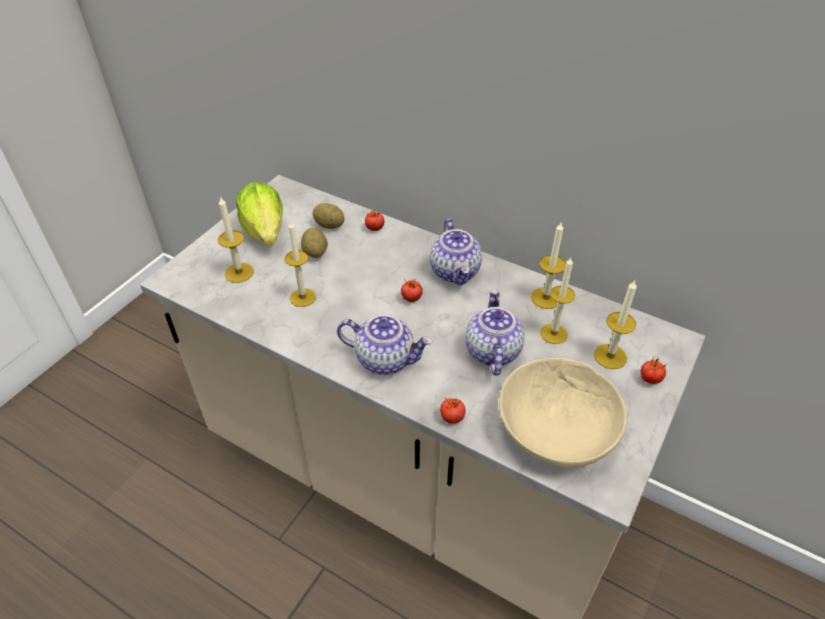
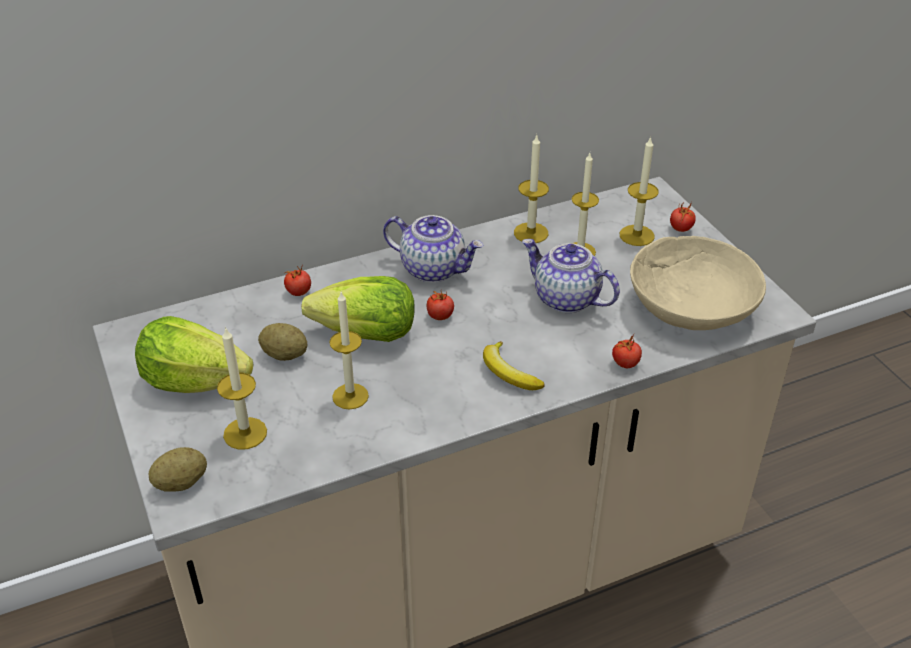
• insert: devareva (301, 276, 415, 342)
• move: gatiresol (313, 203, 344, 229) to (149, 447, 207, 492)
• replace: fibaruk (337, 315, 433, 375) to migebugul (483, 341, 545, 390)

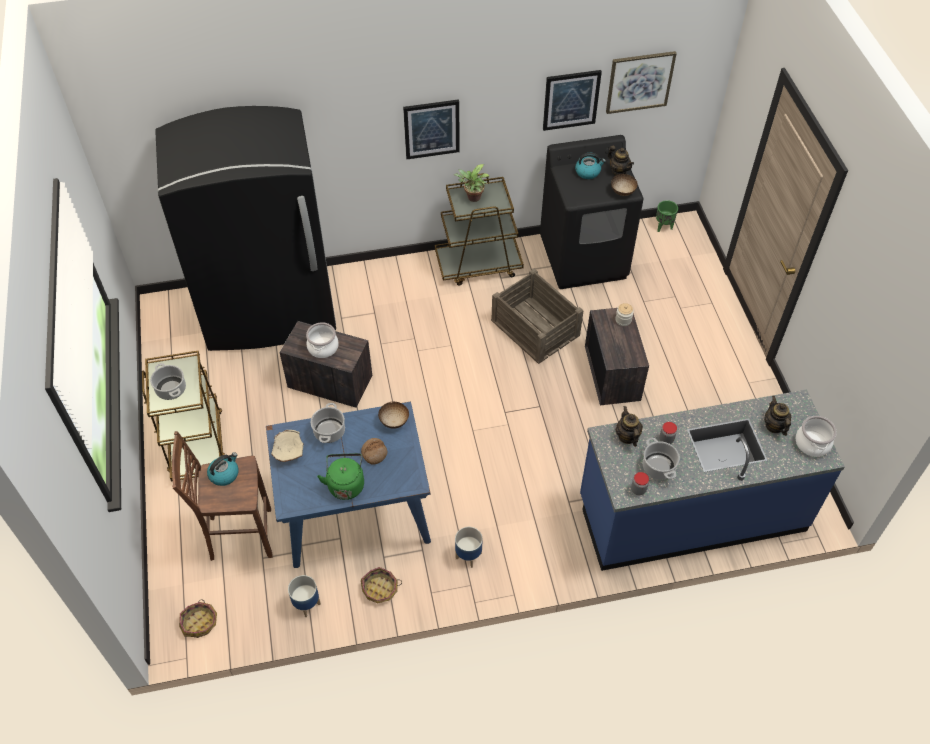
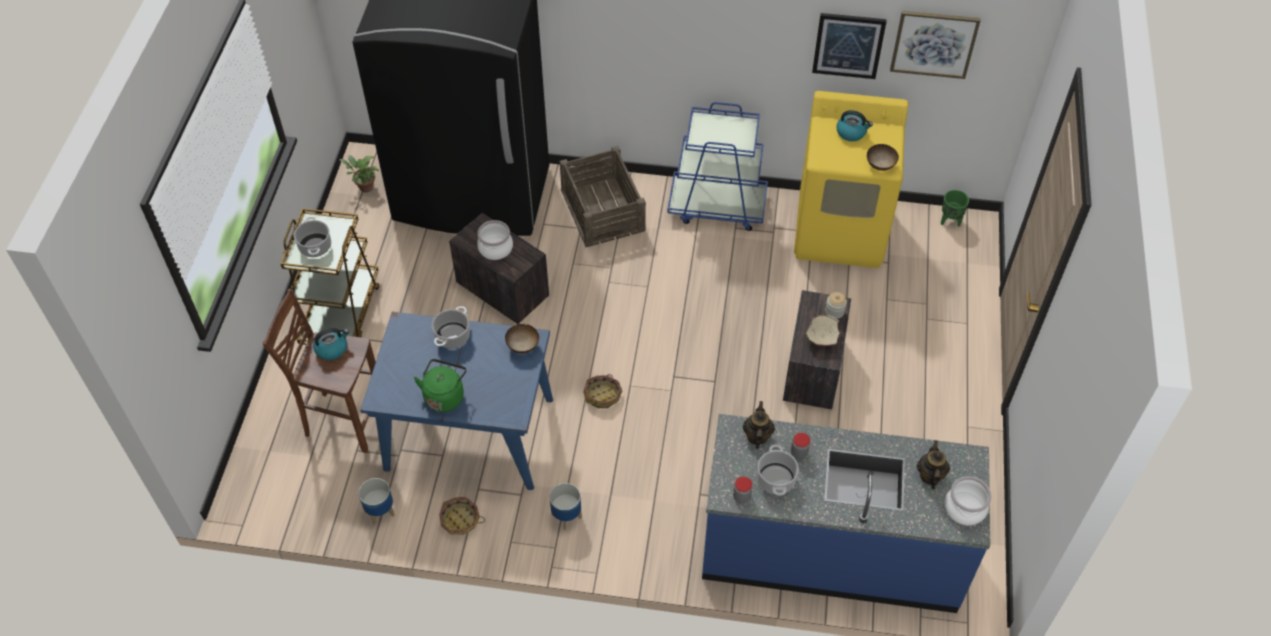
• delete: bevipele (361, 438, 388, 465)
• delete: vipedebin (403, 99, 460, 159)
• delete: fibaruk (608, 146, 634, 175)
• move: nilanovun (179, 599, 217, 638) to (583, 374, 622, 408)
• move: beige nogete (271, 430, 304, 462) to (806, 315, 840, 346)
• move: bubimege (454, 164, 489, 202) to (339, 155, 379, 192)
• move: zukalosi (491, 269, 584, 364) to (560, 146, 646, 247)
• recolor: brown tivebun (435, 173, 524, 286) to blue tivebun (667, 102, 768, 231)
• recolor: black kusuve (540, 135, 643, 289) to yellow kusuve (794, 91, 908, 268)

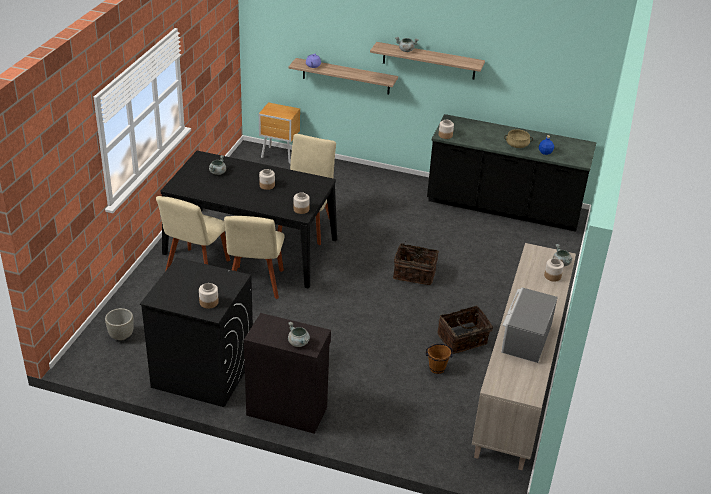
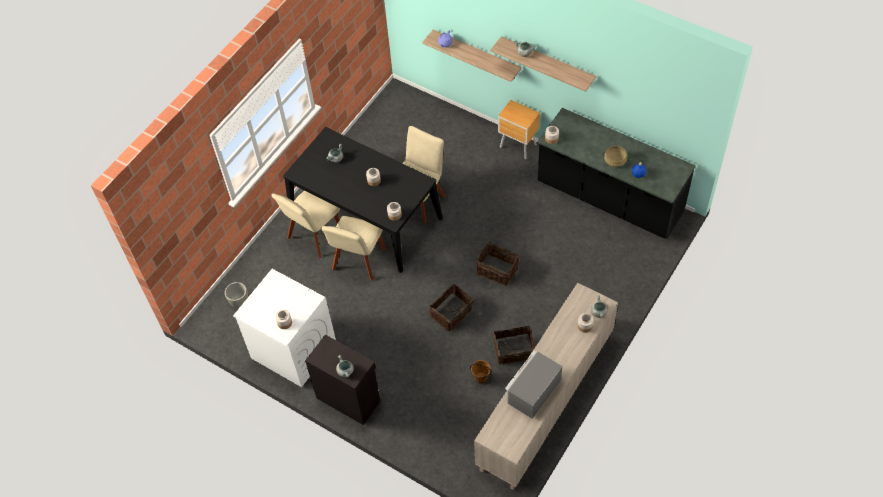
• insert: nilanovun (429, 284, 478, 331)
• move: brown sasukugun (259, 102, 300, 164) to (498, 100, 540, 159)
• recolor: black kusuve (140, 257, 253, 407) to white kusuve (233, 269, 336, 387)

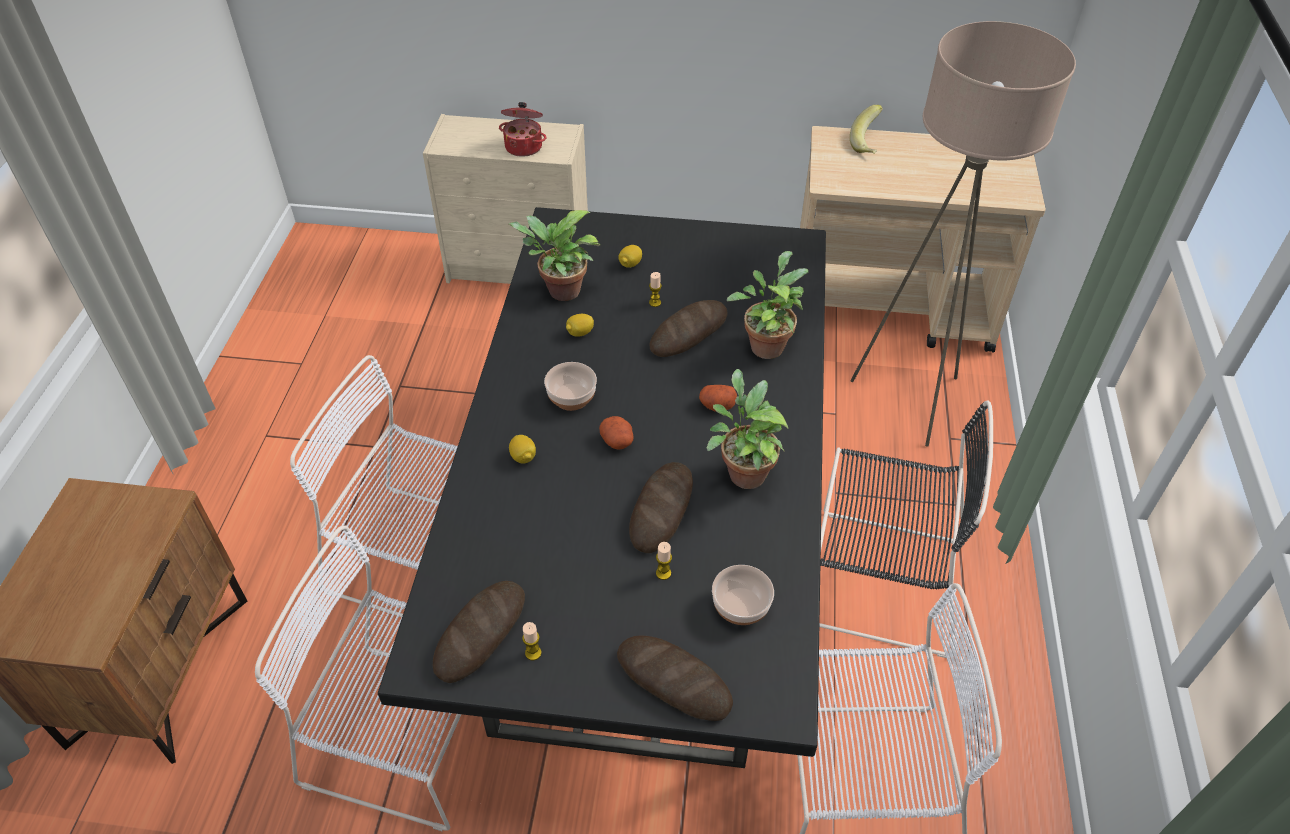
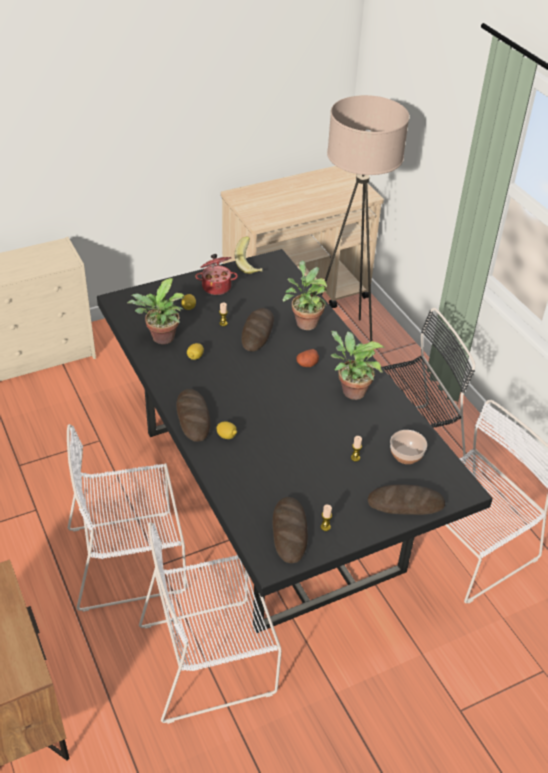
• delete: nogete (544, 362, 597, 411)
• delete: gatiresol (599, 416, 633, 450)
• move: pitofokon (499, 102, 546, 157) to (195, 254, 238, 295)
• move: bevipele (629, 462, 693, 553) to (176, 389, 210, 442)
• move: migebugul (850, 105, 883, 154) to (235, 236, 263, 274)

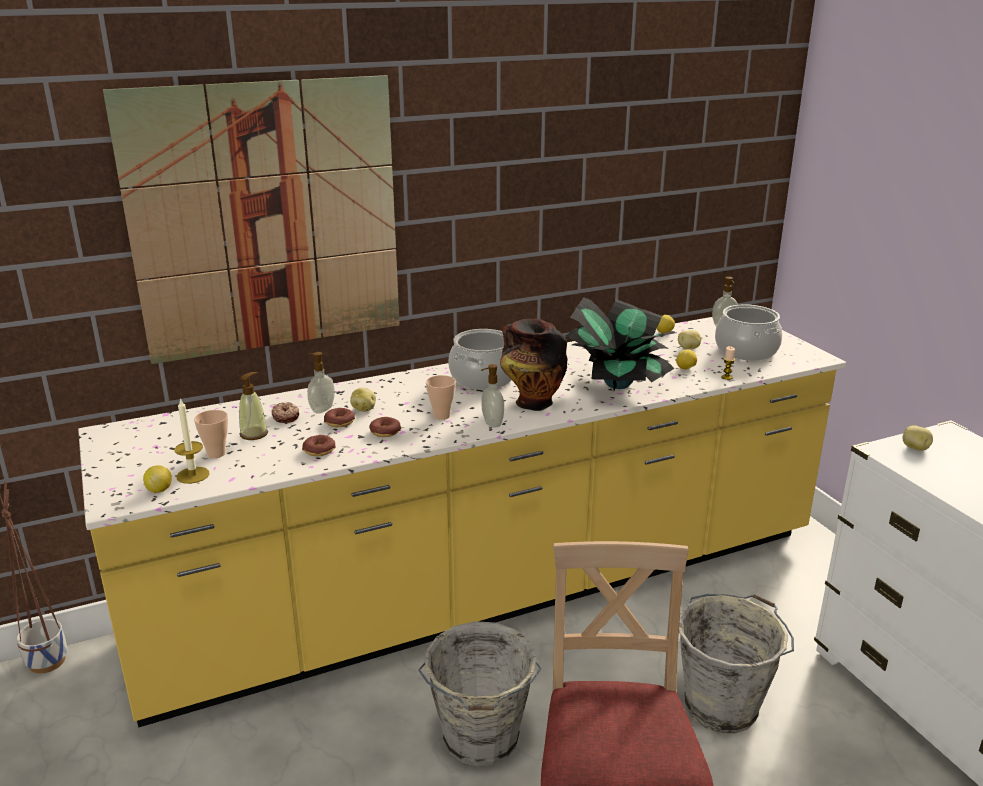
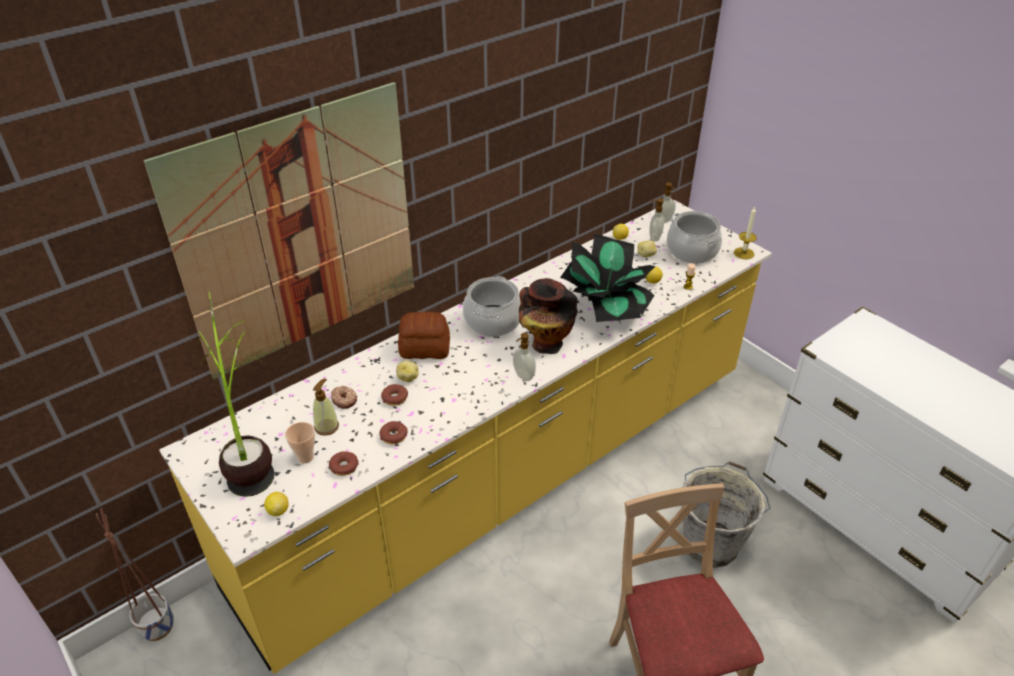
• delete: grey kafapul (418, 621, 541, 767)
• delete: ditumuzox (426, 375, 456, 420)
• delete: gatiresol (902, 425, 933, 451)
• insert: bubimege (198, 292, 275, 497)
• insert: bevipele (398, 312, 450, 359)
• move: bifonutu (174, 398, 210, 484) to (734, 206, 757, 259)
• move: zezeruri (307, 352, 335, 414) to (649, 199, 664, 242)
• move: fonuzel (369, 417, 401, 437) to (329, 451, 359, 476)

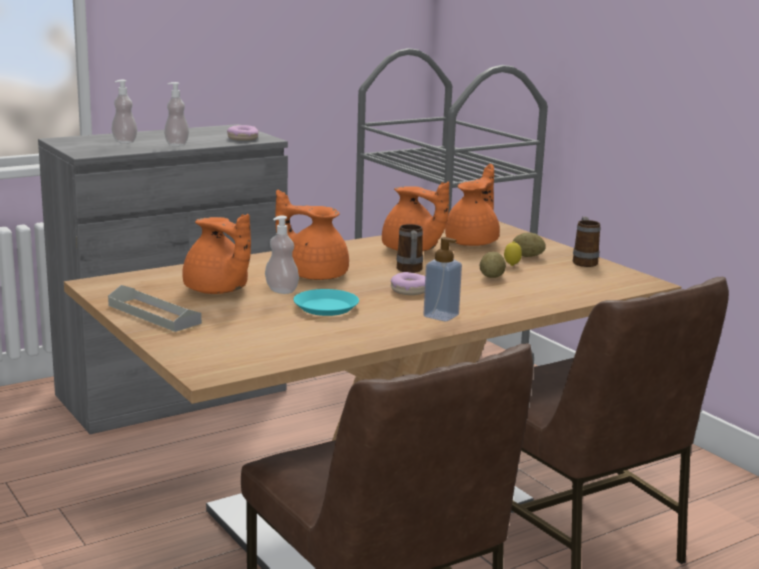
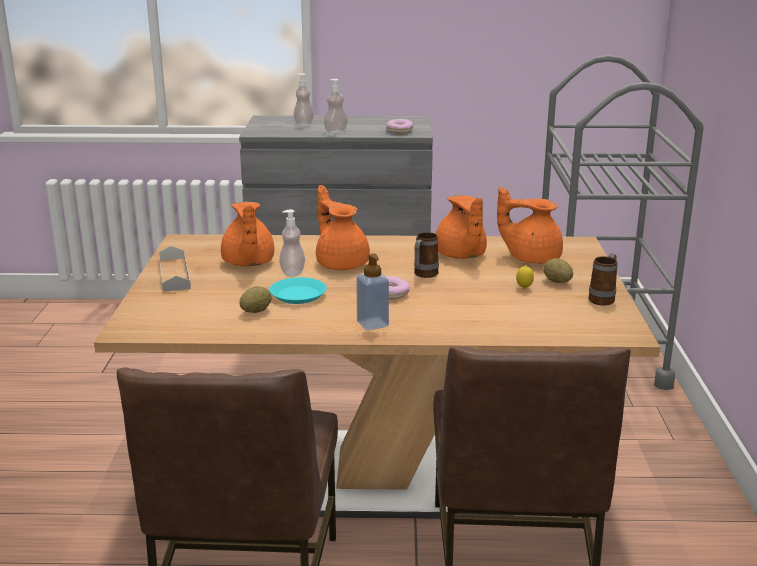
• move: gatiresol (480, 252, 506, 278) to (239, 286, 272, 313)
• rotate: orange fibaruk (445, 164, 500, 246) = (497, 187, 563, 264) 135 degrees counterclockwise

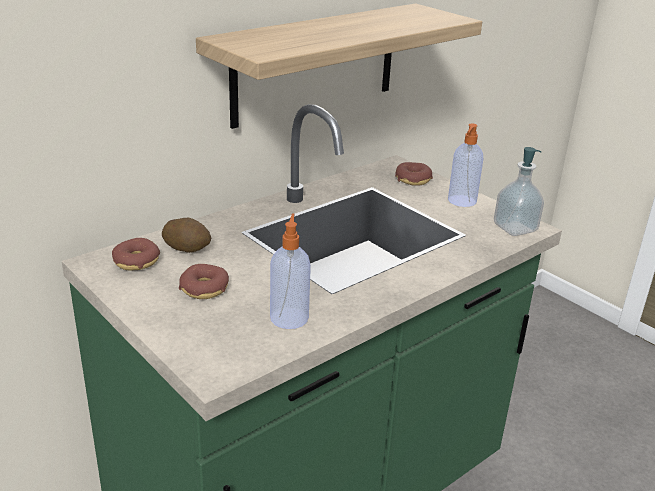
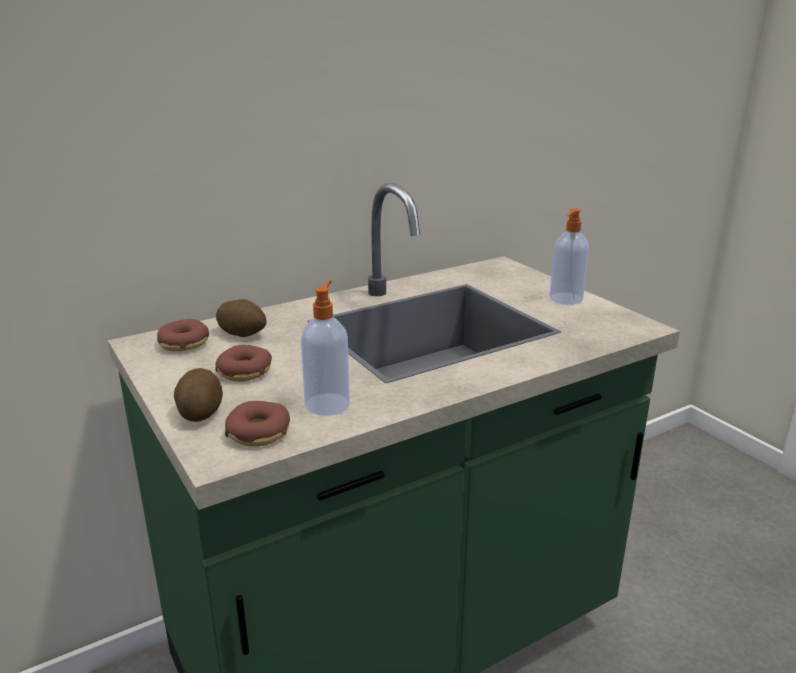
• delete: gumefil (196, 4, 482, 129)
• delete: zezeruri (494, 147, 544, 236)
• insert: gatiresol (174, 368, 223, 422)
• move: fonuzel (395, 162, 433, 186) to (225, 401, 290, 446)

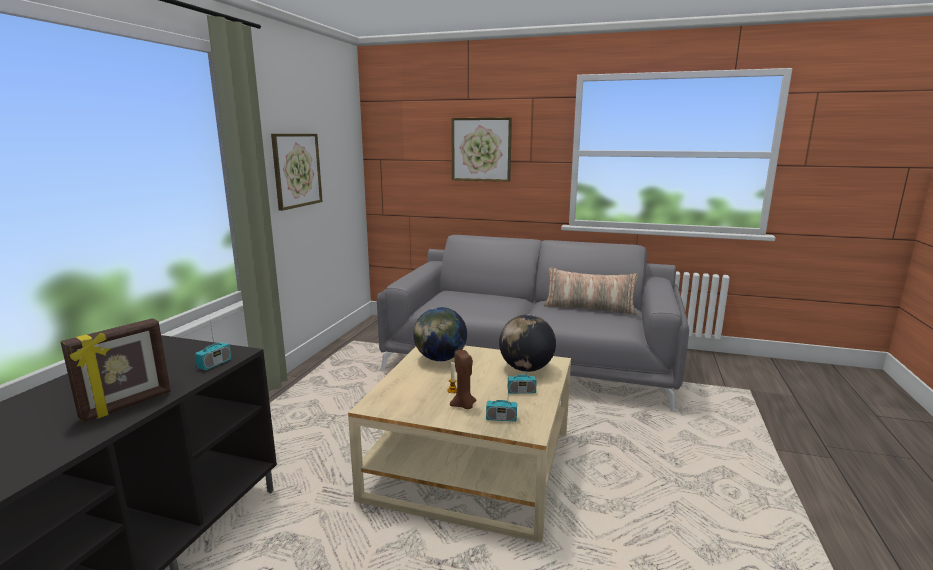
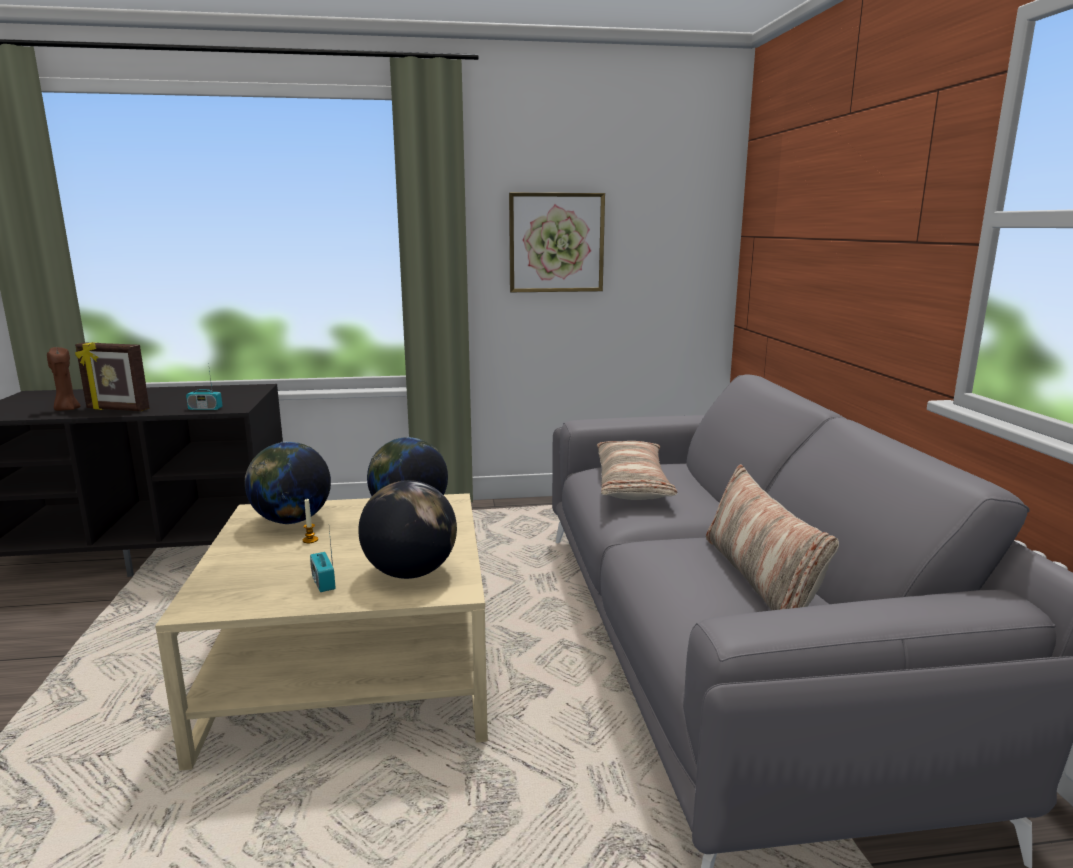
• delete: vipedebin (451, 117, 512, 182)
• delete: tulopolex (486, 378, 517, 422)
• insert: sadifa (245, 441, 331, 524)
• insert: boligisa (597, 441, 677, 500)
• move: brown bifonutu (450, 350, 476, 409) to (47, 346, 81, 411)

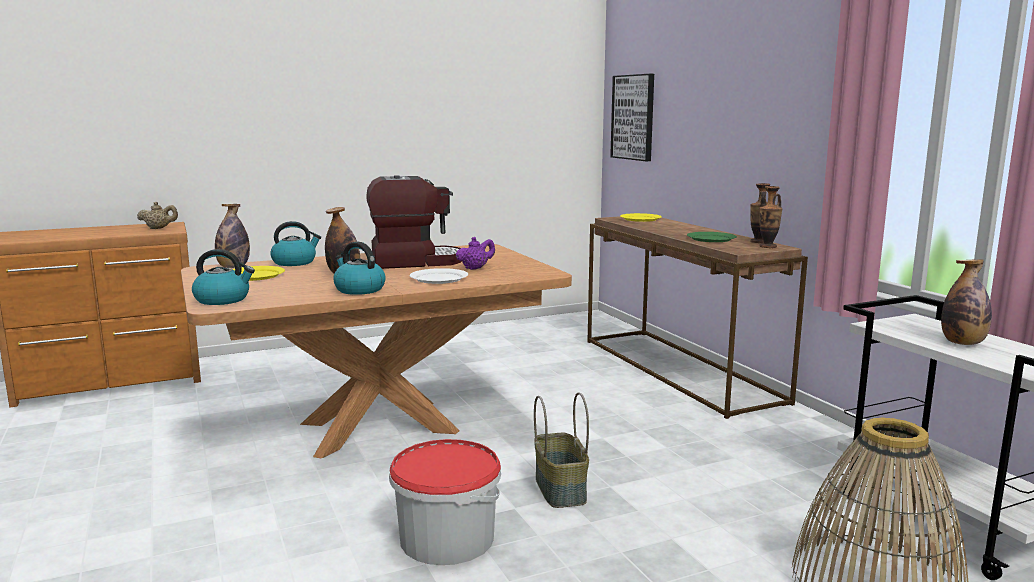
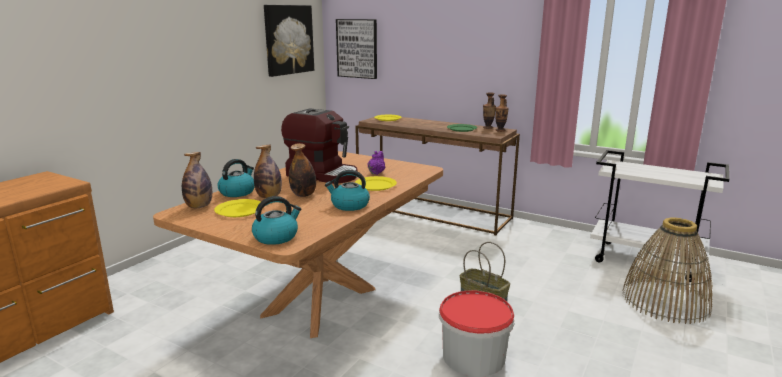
• delete: beige fibaruk (137, 202, 178, 229)
• insert: vipedebin (264, 5, 314, 77)
• move: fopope (941, 259, 992, 345) to (254, 145, 282, 198)
• recolor: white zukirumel (410, 268, 468, 284) to yellow zukirumel (355, 176, 397, 191)
• rotate: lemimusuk (366, 175, 462, 269) = (281, 108, 358, 184) 75 degrees clockwise

